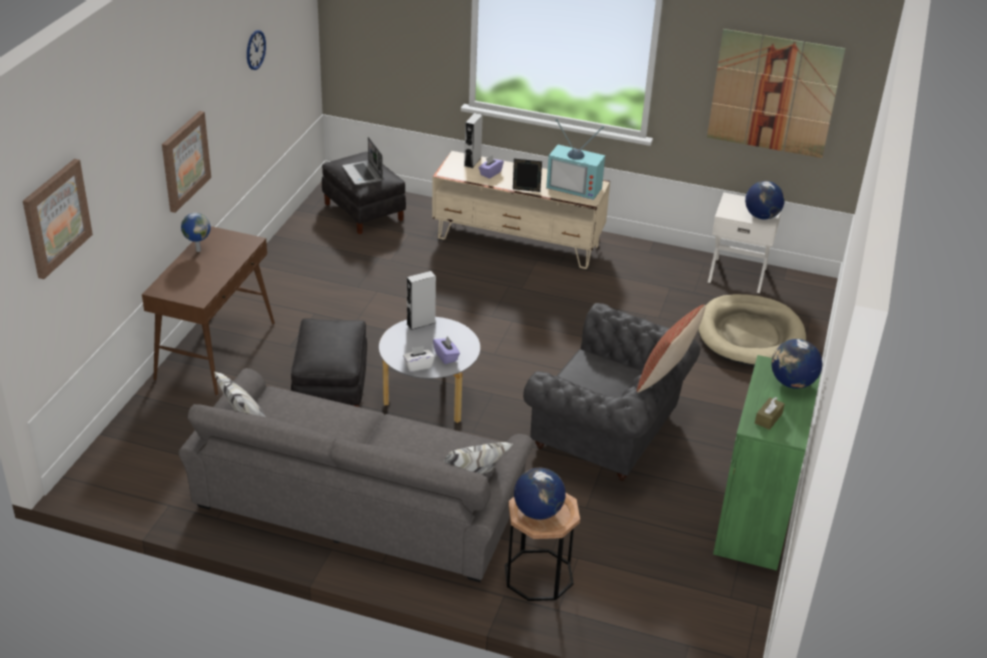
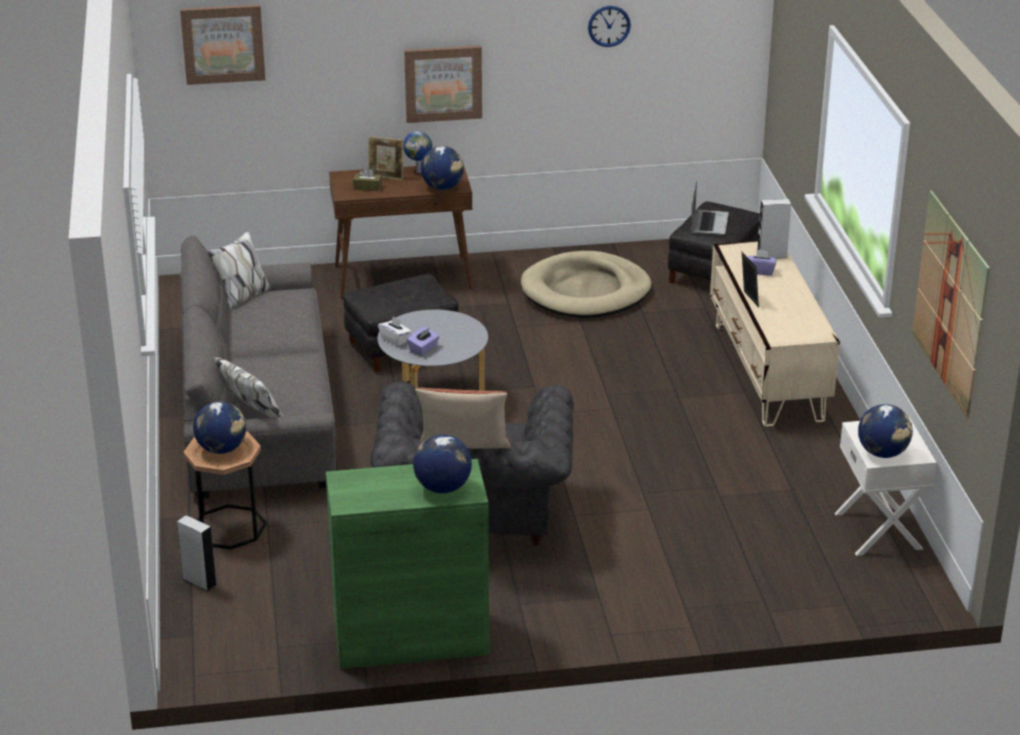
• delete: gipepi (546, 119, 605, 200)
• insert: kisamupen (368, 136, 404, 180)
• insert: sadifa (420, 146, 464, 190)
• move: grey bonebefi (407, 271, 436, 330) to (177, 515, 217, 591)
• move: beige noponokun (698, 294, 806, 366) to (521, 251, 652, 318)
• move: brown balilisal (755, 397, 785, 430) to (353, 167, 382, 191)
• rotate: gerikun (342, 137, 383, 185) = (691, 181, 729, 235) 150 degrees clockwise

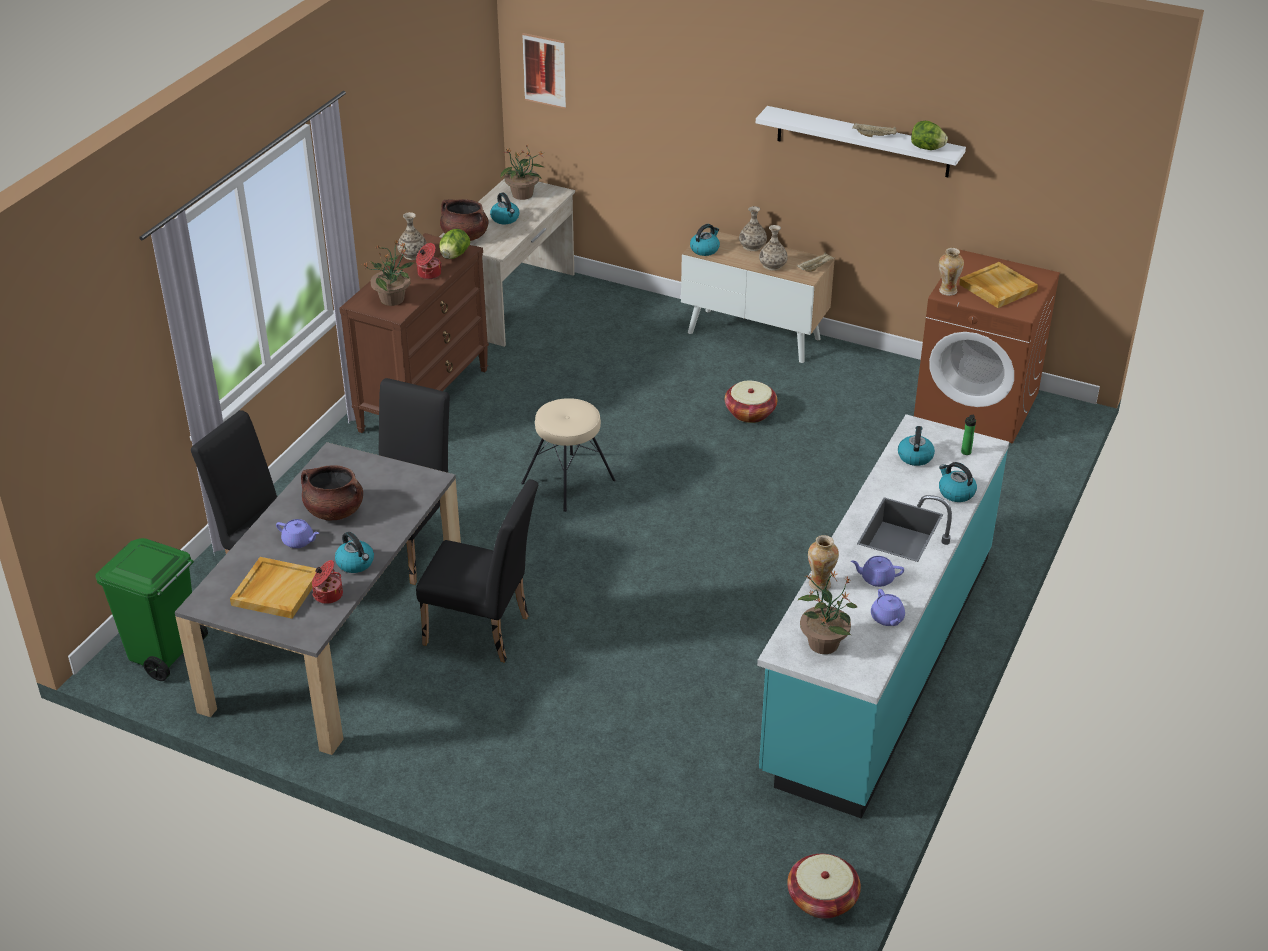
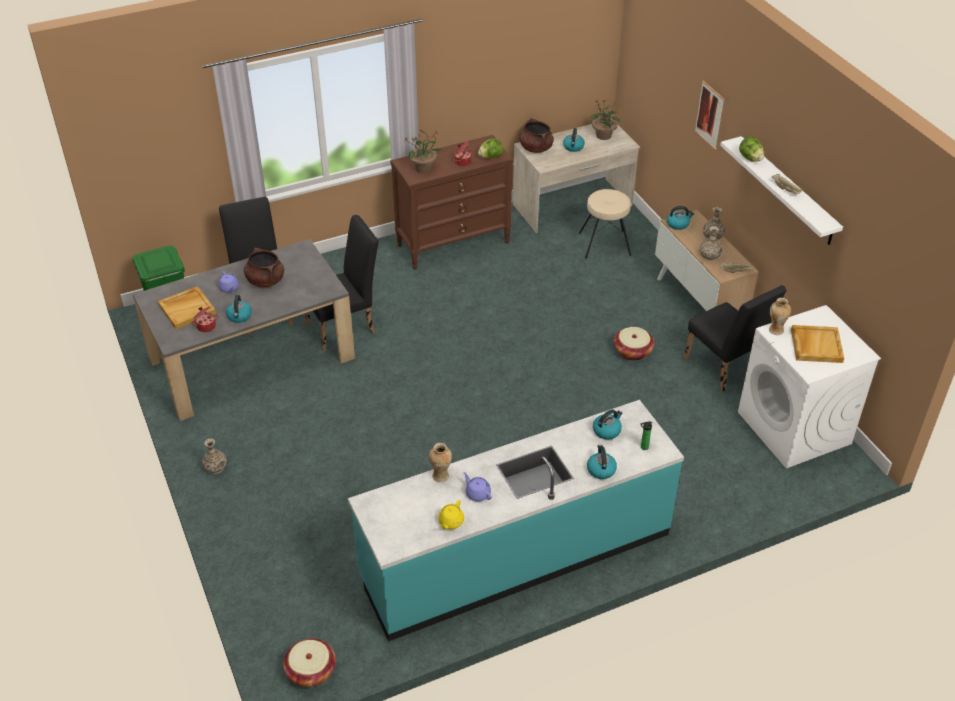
• delete: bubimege (797, 571, 857, 654)
• move: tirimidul (397, 212, 427, 260) to (202, 439, 227, 474)
• move: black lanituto (416, 479, 538, 663) to (684, 285, 786, 392)
• move: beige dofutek (521, 398, 616, 512) to (579, 189, 631, 259)
• move: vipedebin (522, 33, 566, 109) to (695, 81, 724, 150)
• move: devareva (911, 121, 948, 150) to (739, 136, 764, 162)
• recolor: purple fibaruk (871, 589, 905, 626) to yellow fibaruk (438, 500, 464, 529)
• recolor: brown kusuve (914, 249, 1060, 444) to white kusuve (738, 305, 881, 468)

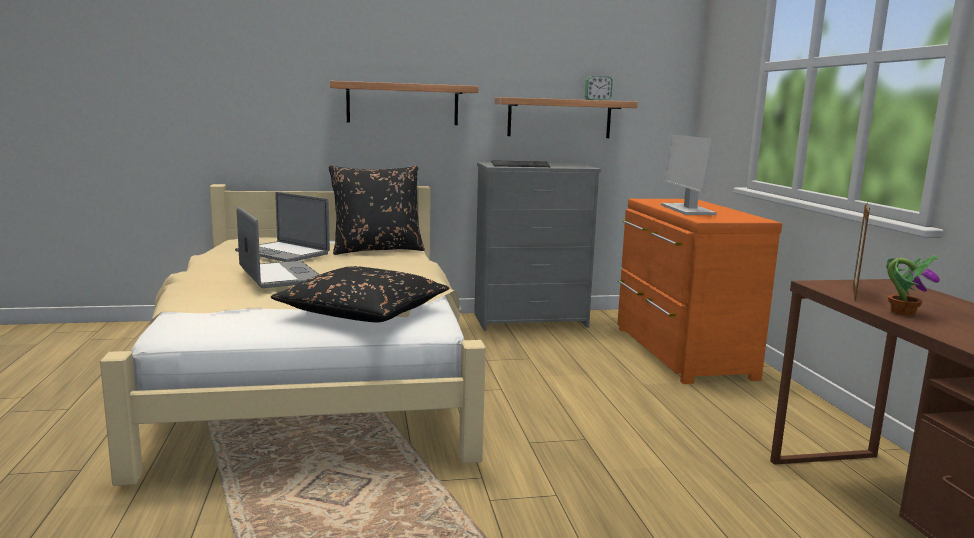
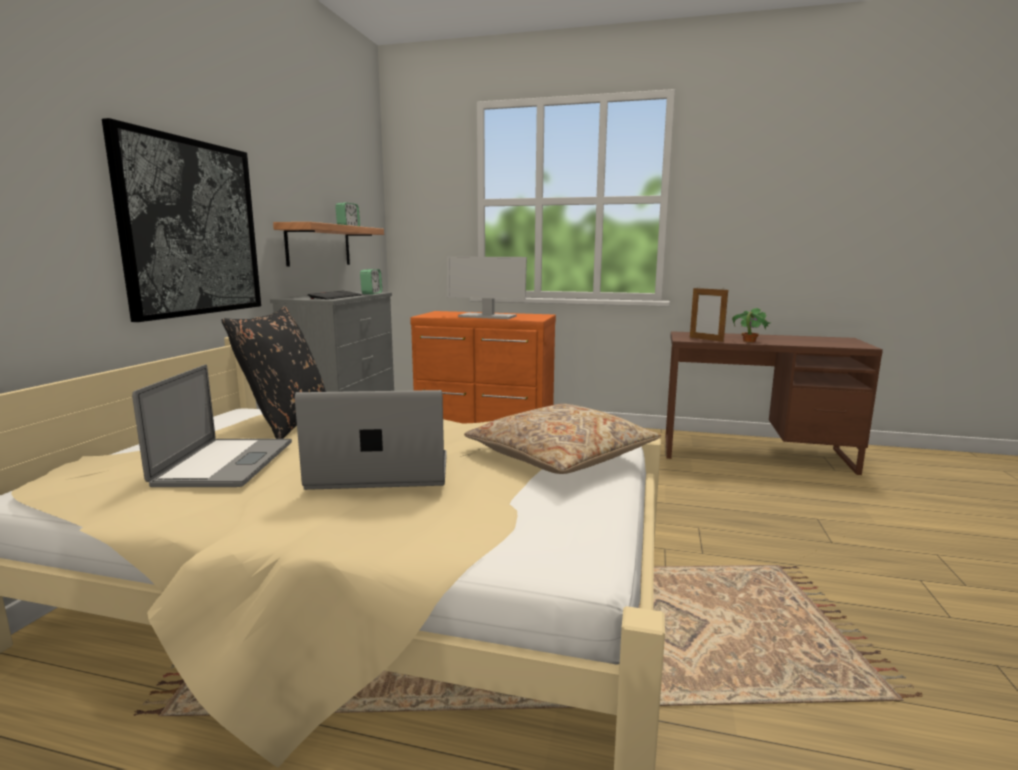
• insert: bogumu (360, 269, 382, 294)
• replace: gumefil (330, 81, 478, 125) to vipedebin (102, 118, 261, 322)
• recolor: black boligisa (271, 266, 450, 322) to beige boligisa (464, 404, 661, 474)
• rotate: gerikun (235, 192, 330, 262) = (132, 365, 292, 487) 60 degrees counterclockwise

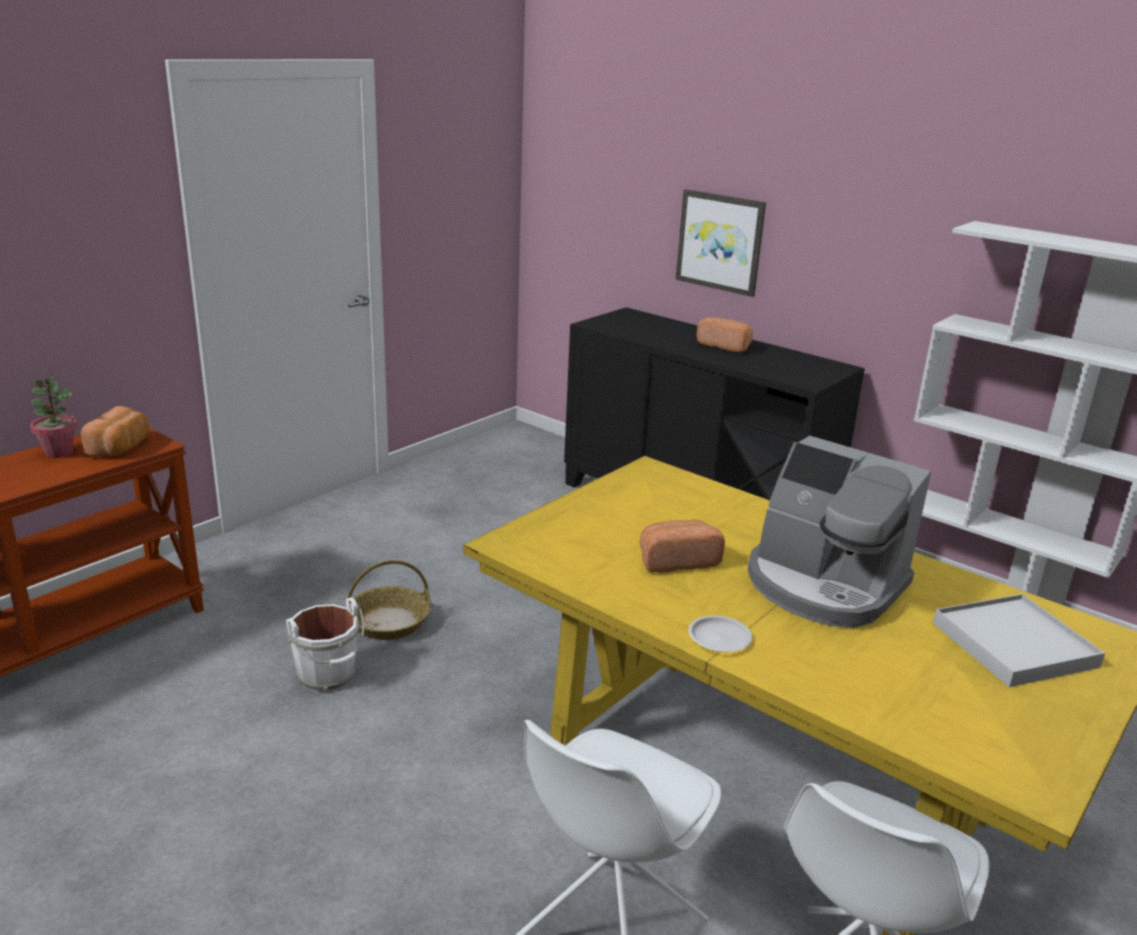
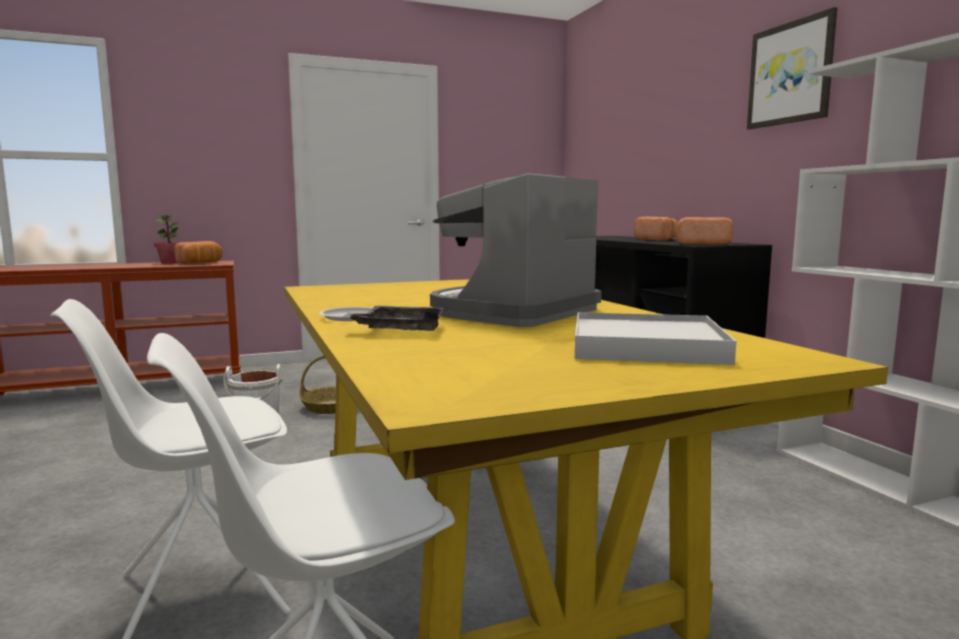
• insert: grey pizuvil (344, 306, 444, 331)
• move: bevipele (640, 519, 725, 573) to (677, 217, 733, 245)
• move: vipedebin (676, 189, 766, 297) to (747, 7, 837, 129)
• rotate: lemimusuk (748, 436, 931, 628) = (430, 173, 602, 327) 60 degrees clockwise

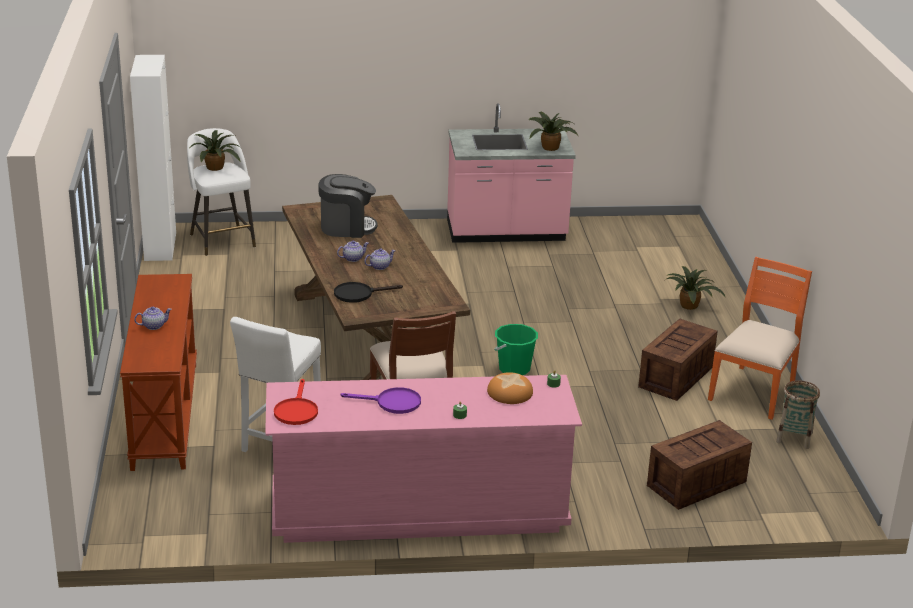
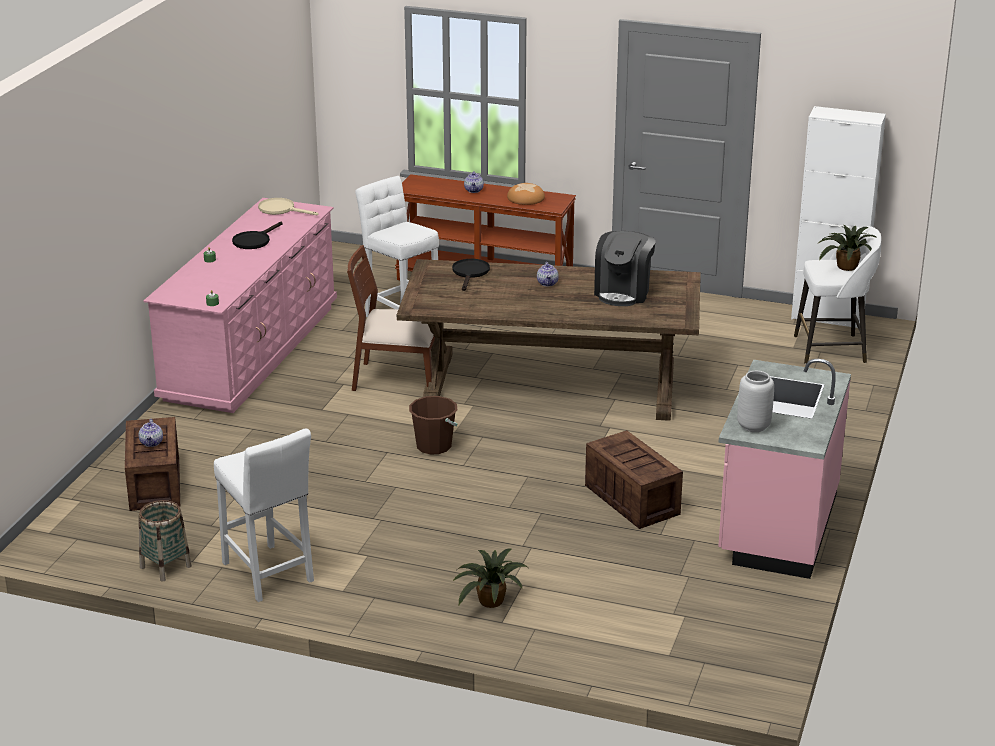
• move: fibaruk (364, 248, 396, 270) to (139, 419, 163, 447)
• move: bevipele (487, 372, 533, 404) to (507, 183, 545, 205)
• move: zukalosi (638, 318, 718, 401) to (585, 430, 683, 529)
• replace: bubimege (529, 112, 578, 151) to grey tirimidul (737, 371, 774, 432)
• replace: orange lanituto (708, 257, 812, 420) to white dofutek (214, 429, 314, 602)
• recolor: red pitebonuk (274, 379, 318, 425) to beige pitebonuk (258, 198, 318, 215)
• recolor: purple pitebonuk (341, 387, 421, 414) to black pitebonuk (232, 221, 283, 249)
• recolor: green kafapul (494, 324, 538, 375) to brown kafapul (409, 396, 458, 455)

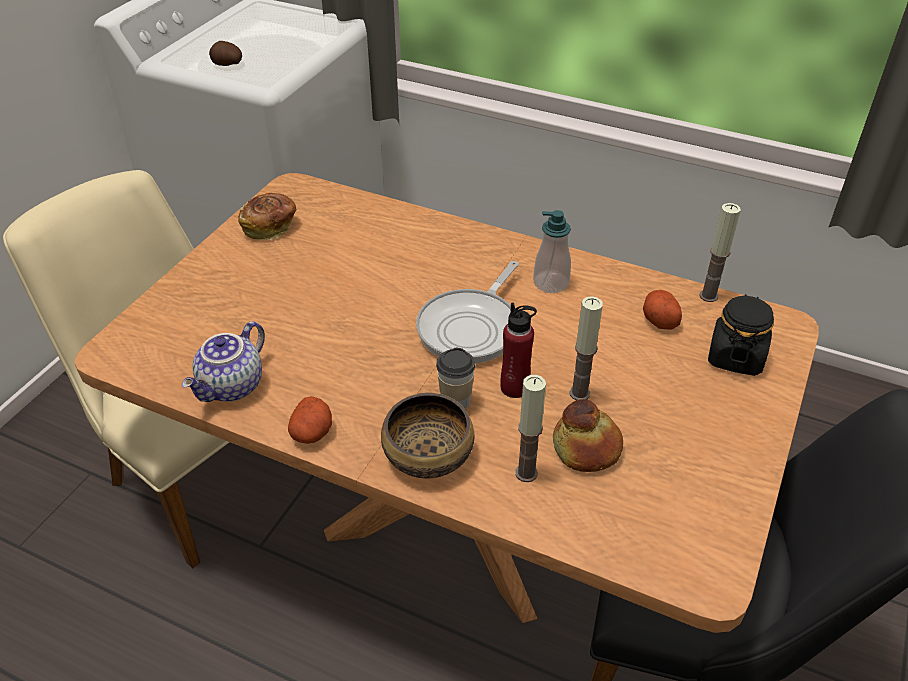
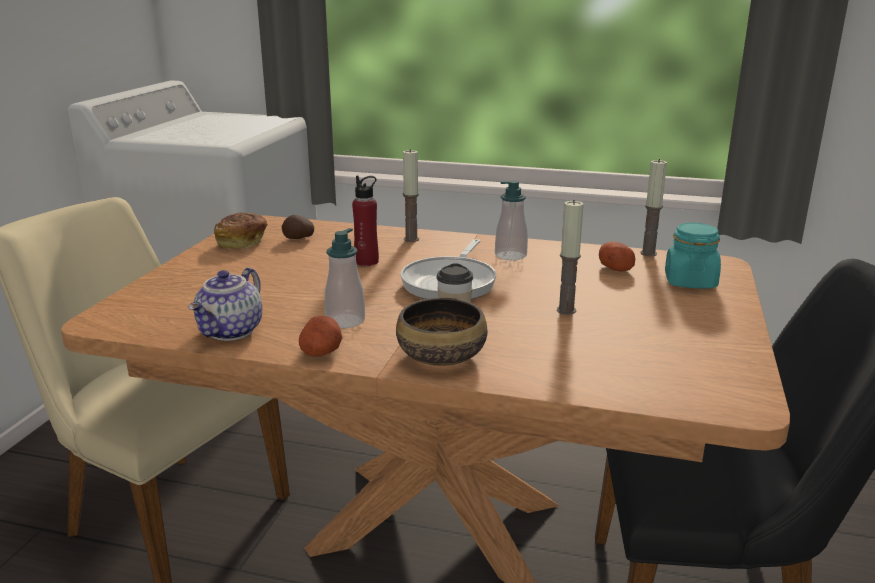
• delete: bevipele (553, 399, 623, 472)
• insert: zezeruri (325, 228, 365, 328)
• move: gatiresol (209, 41, 242, 66) to (282, 215, 314, 239)
• move: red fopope (500, 303, 537, 398) to (352, 176, 379, 266)
• move: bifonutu (515, 375, 546, 482) to (403, 149, 419, 242)
• recolor: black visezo (708, 294, 774, 376) to turquoise visezo (665, 223, 721, 289)

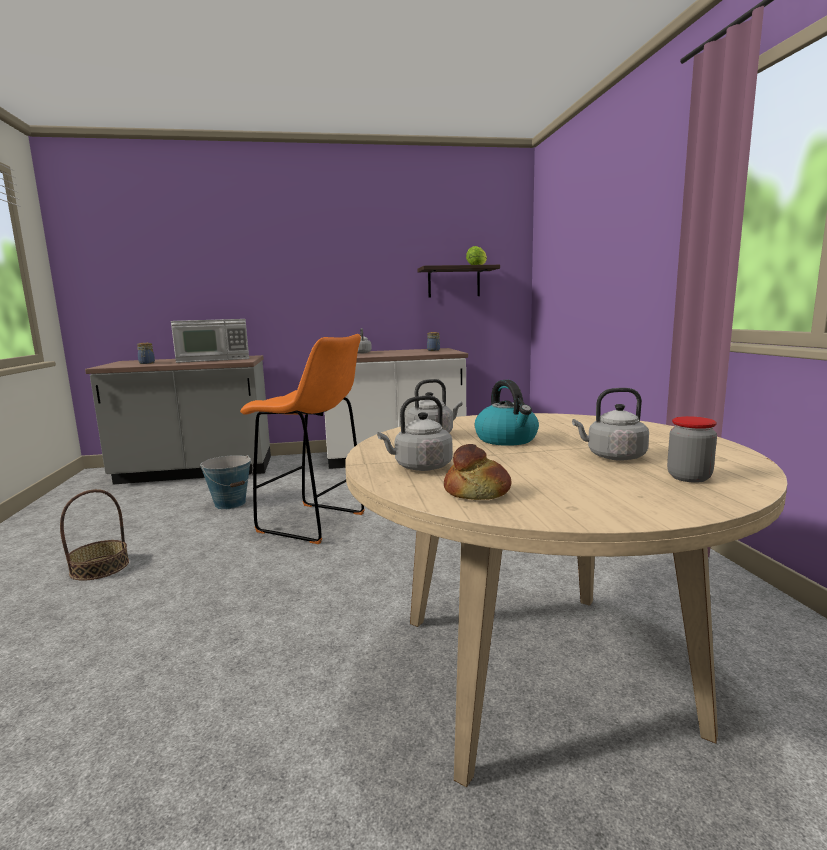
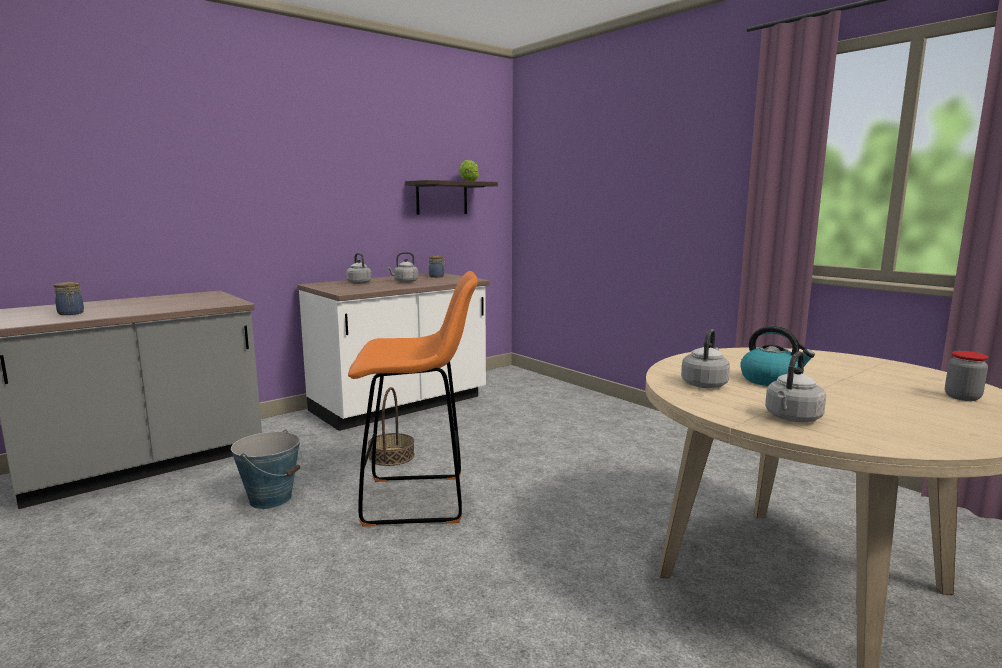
• delete: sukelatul (171, 319, 249, 363)
• delete: bevipele (444, 444, 511, 500)
• move: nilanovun (60, 489, 129, 581) to (368, 387, 415, 466)
• move: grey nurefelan (572, 388, 649, 461) to (387, 252, 418, 283)

